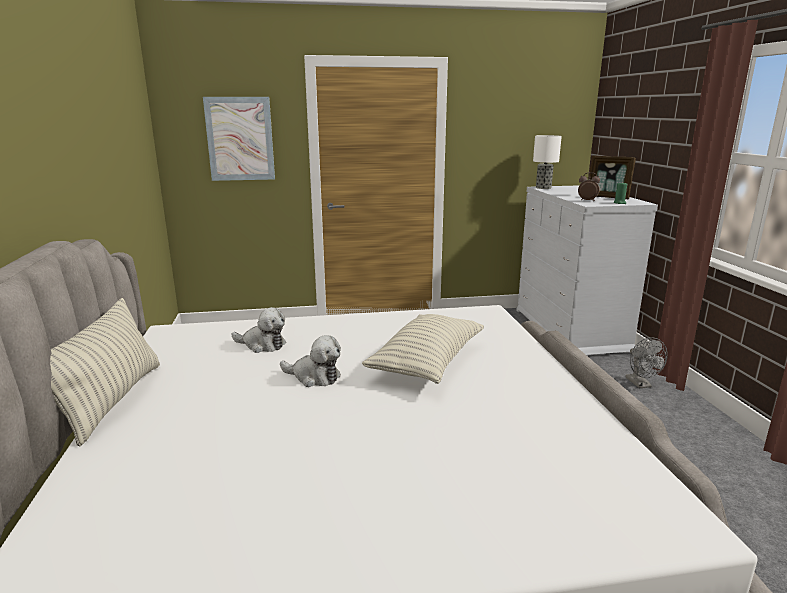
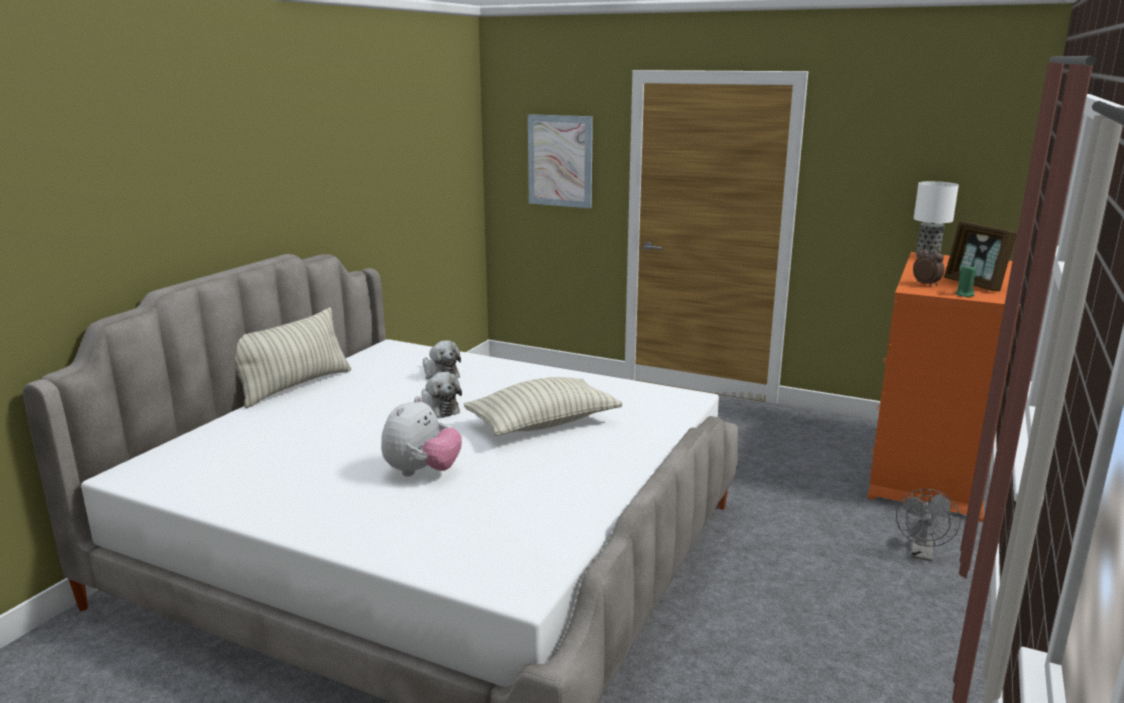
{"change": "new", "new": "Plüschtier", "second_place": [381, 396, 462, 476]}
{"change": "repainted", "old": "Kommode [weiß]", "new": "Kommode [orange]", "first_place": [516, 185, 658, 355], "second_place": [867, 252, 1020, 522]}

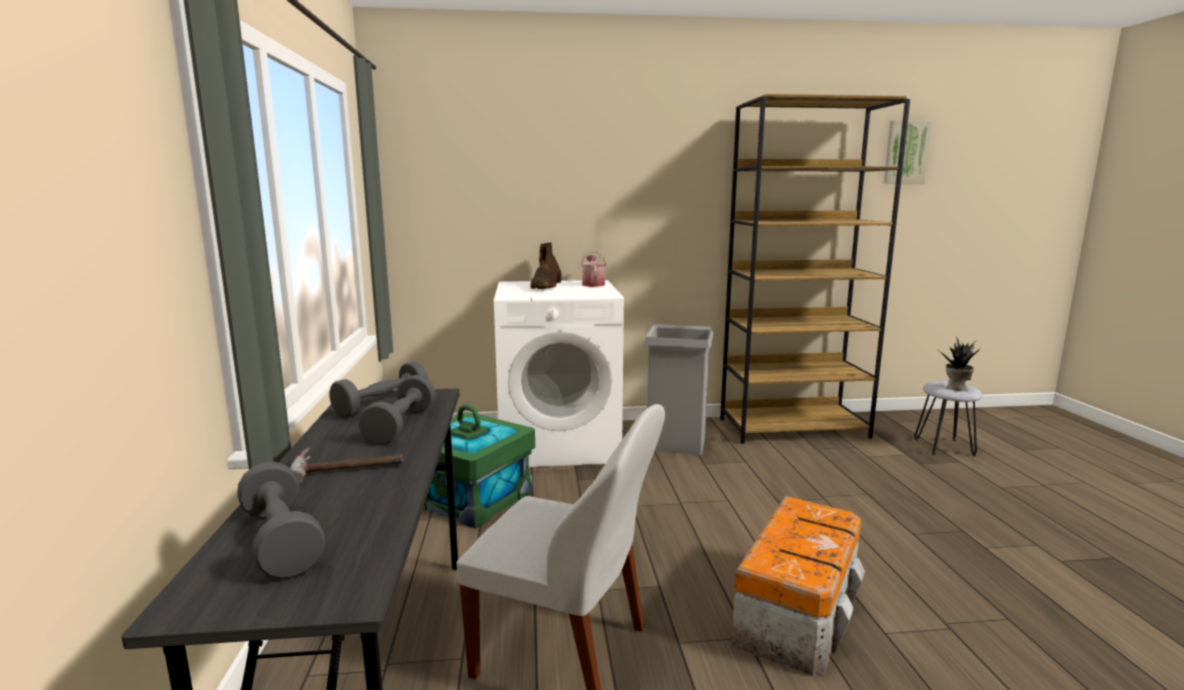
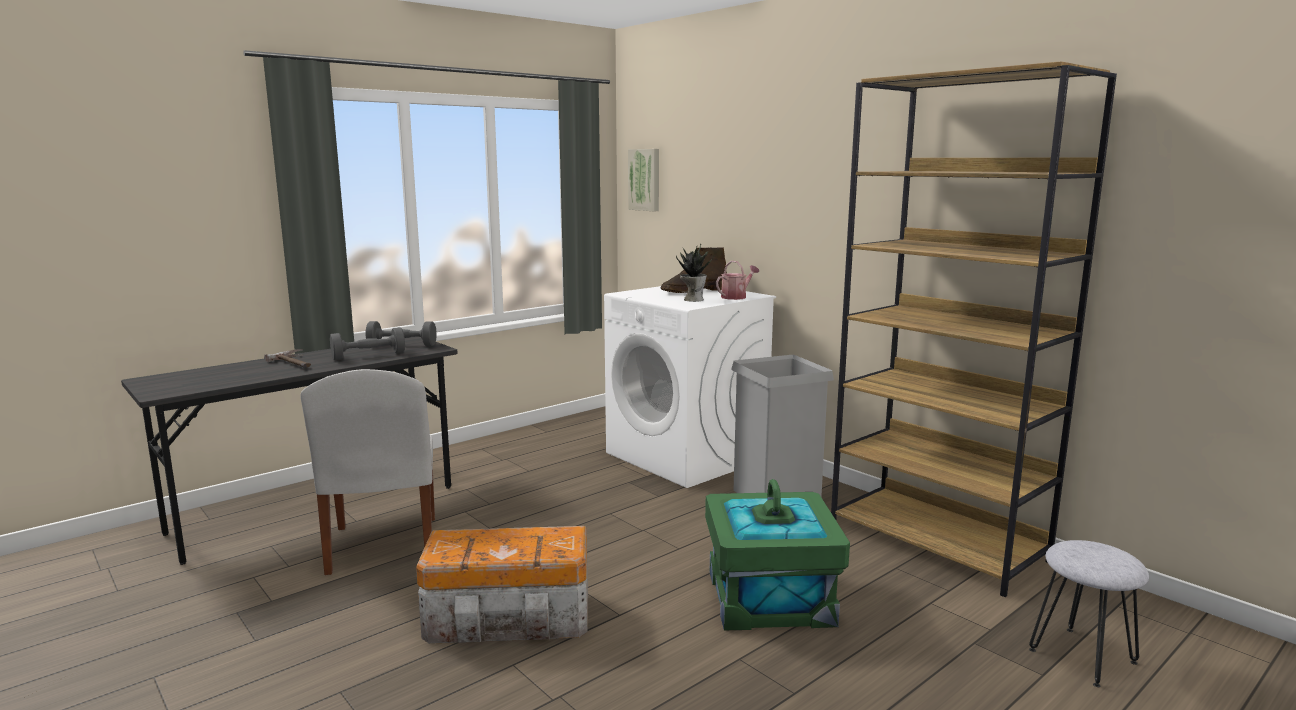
{"change": "shifted", "old": "Bild", "first_place": [884, 120, 933, 184], "second_place": [628, 149, 659, 211]}
{"change": "shifted", "old": "Topfpflanze", "first_place": [939, 337, 980, 391], "second_place": [676, 243, 714, 302]}
{"change": "shifted", "old": "Aufbewahrungsbox [grün]", "first_place": [423, 404, 535, 529], "second_place": [705, 479, 850, 630]}
{"change": "gone", "old": "Hantel [grau]", "first_place": [237, 462, 325, 579]}

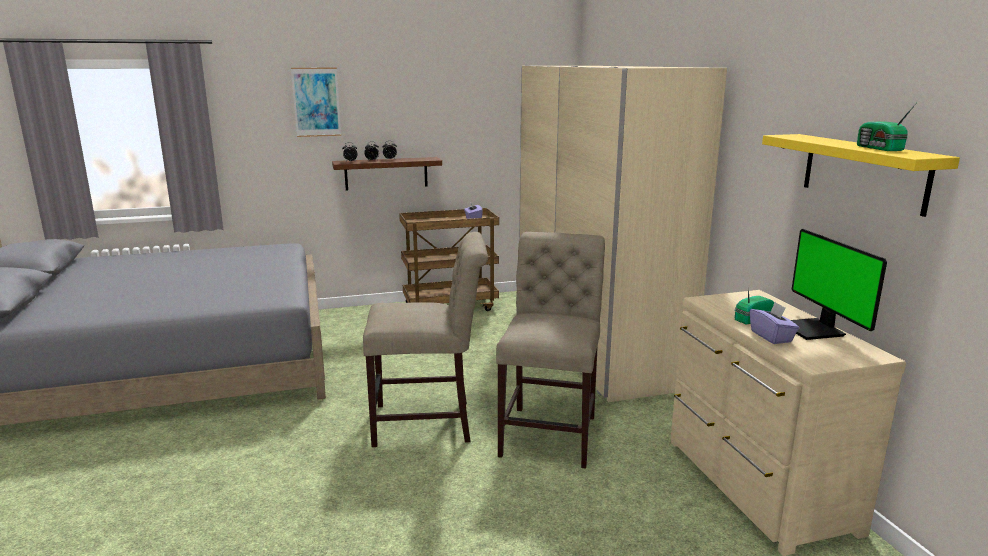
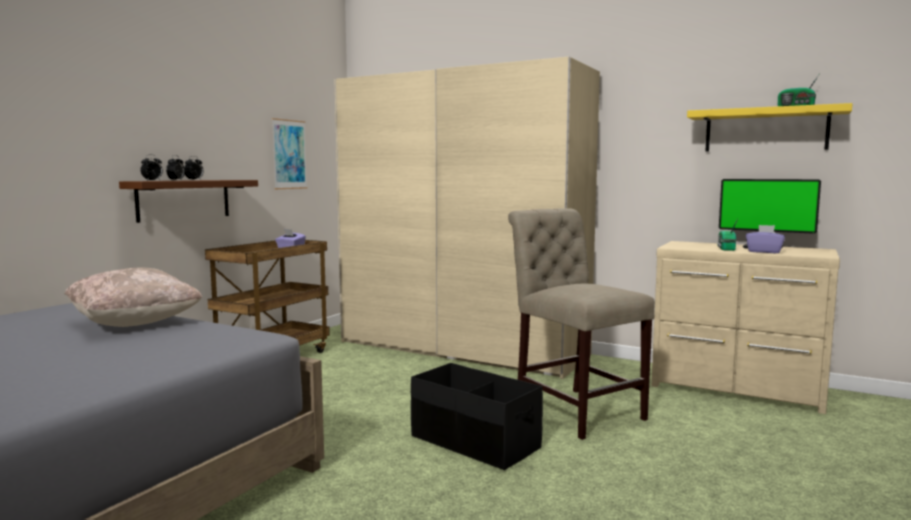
{"change": "new", "new": "Kissen [beige]", "second_place": [64, 268, 202, 327]}
{"change": "shifted", "old": "Bild", "first_place": [291, 68, 341, 137], "second_place": [272, 118, 307, 189]}
{"change": "swapped", "old": "Stuhl [beige]", "new": "Aufbewahrungsbox [schwarz]", "first_place": [363, 232, 488, 447], "second_place": [411, 363, 543, 470]}

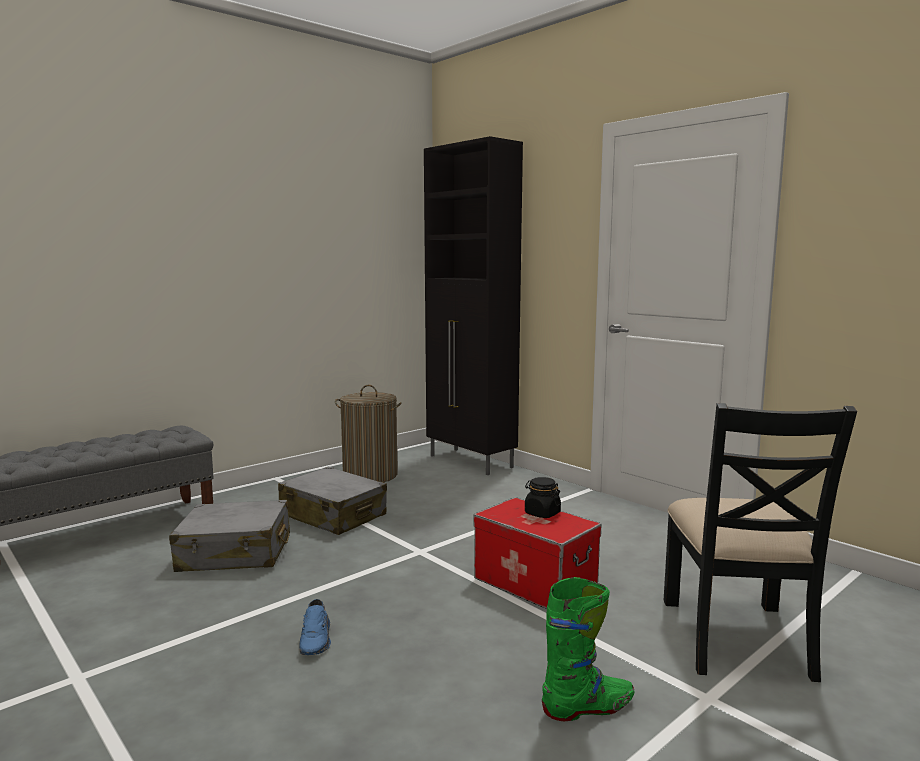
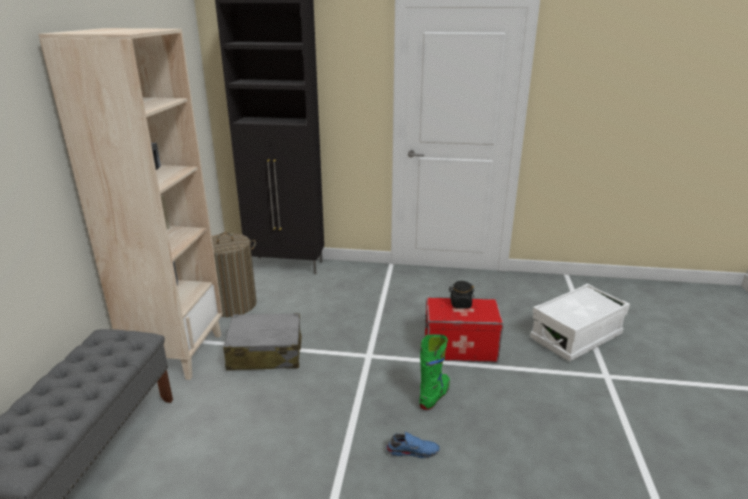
{"change": "new", "new": "Bücherregal [beige]", "second_place": [38, 28, 223, 380]}
{"change": "rotated", "old": "Schuh [blau]", "first_place": [299, 599, 331, 655], "second_place": [386, 432, 440, 458], "degrees": -45}
{"change": "shifted", "old": "Stiefel [grün]", "first_place": [542, 577, 635, 721], "second_place": [420, 334, 450, 410]}
{"change": "swapped", "old": "Stuhl [schwarz]", "new": "Aufbewahrungsbox [weiß]", "first_place": [664, 403, 857, 682], "second_place": [530, 284, 630, 361]}
{"change": "gone", "old": "Koffer [grau]", "first_place": [169, 500, 290, 572]}

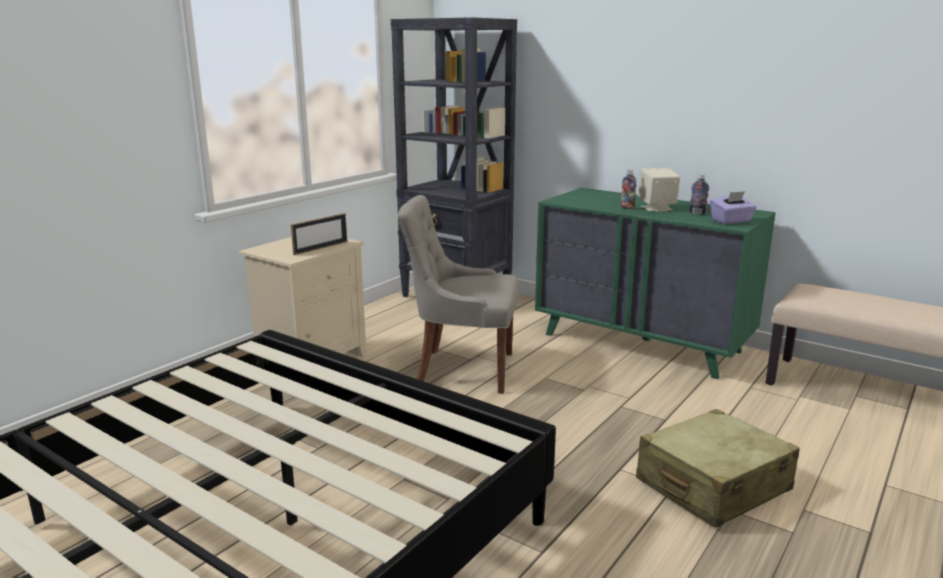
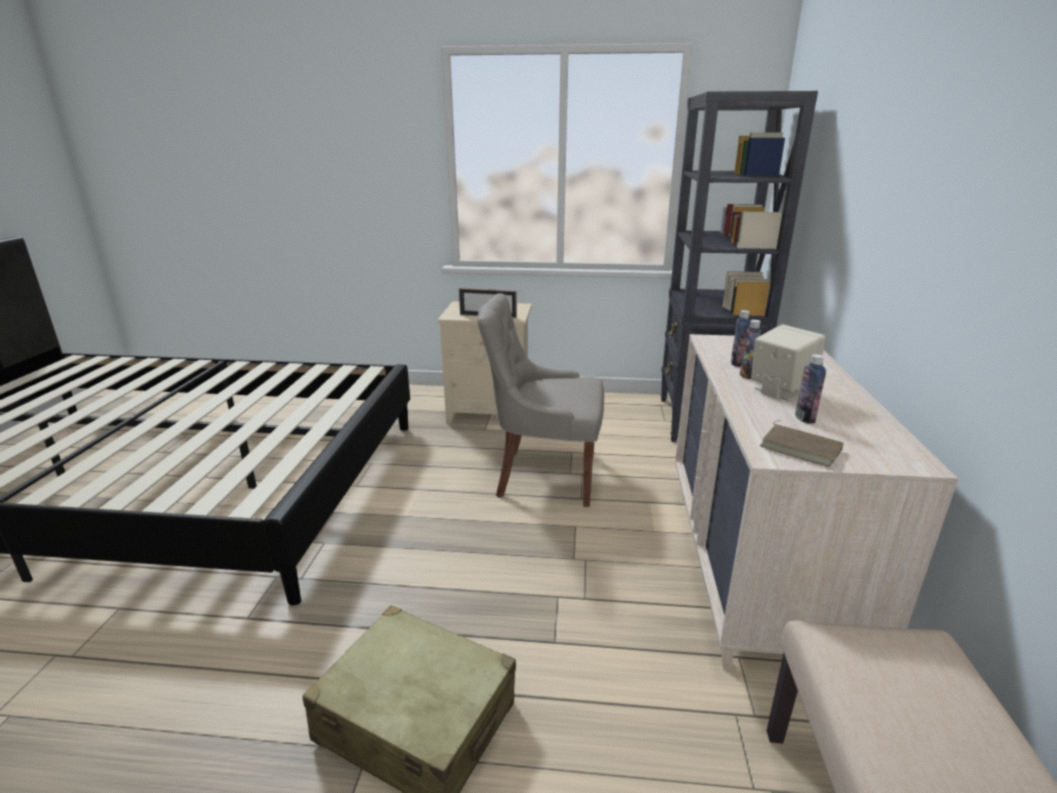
{"change": "rotated", "old": "Stuhl [grau]", "first_place": [398, 195, 519, 394], "second_place": [477, 293, 604, 507], "degrees": -60}
{"change": "repainted", "old": "Kommode [grün]", "new": "Kommode [beige]", "first_place": [535, 188, 776, 379], "second_place": [675, 334, 958, 670]}
{"change": "new", "new": "Flasche", "second_place": [731, 310, 751, 367]}
{"change": "swapped", "old": "Taschentuchbox [lila]", "new": "Buch [braun]", "first_place": [710, 191, 757, 224], "second_place": [760, 420, 844, 467]}

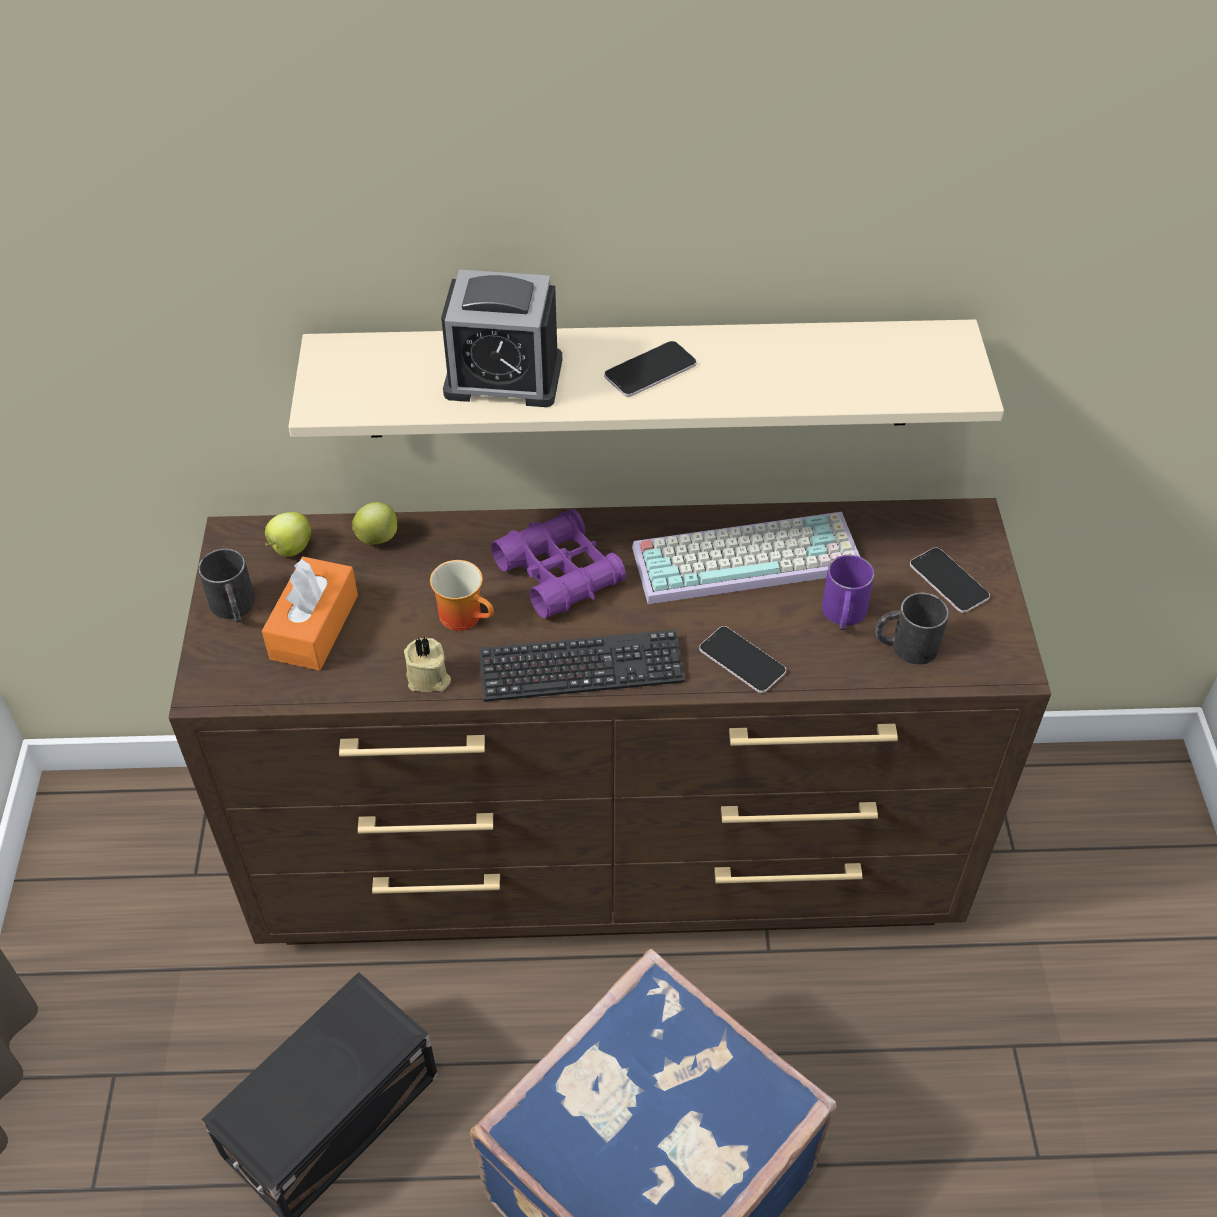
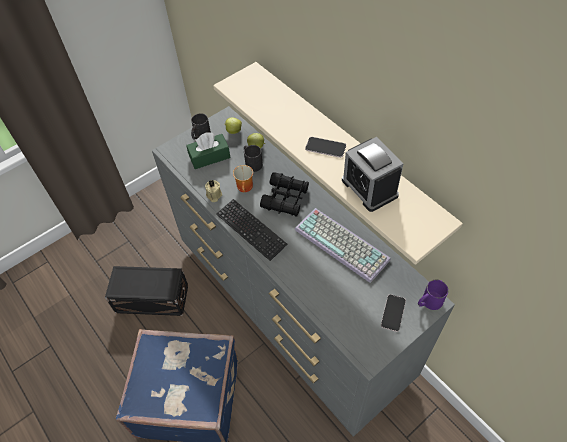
{"change": "repainted", "old": "Kommode [braun]", "new": "Kommode [grau]", "first_place": [169, 498, 1051, 945], "second_place": [152, 106, 455, 437]}
{"change": "repainted", "old": "Taschentuchbox [orange]", "new": "Taschentuchbox [grün]", "first_place": [262, 557, 358, 671], "second_place": [186, 132, 230, 169]}
{"change": "shifted", "old": "Henkelbecher [schwarz]", "first_place": [875, 592, 949, 665], "second_place": [244, 145, 263, 172]}
{"change": "repainted", "old": "Fernglas [lila]", "new": "Fernglas [schwarz]", "first_place": [491, 508, 626, 618], "second_place": [260, 172, 309, 217]}
{"change": "shifted", "old": "Wecker", "first_place": [441, 270, 562, 407], "second_place": [342, 137, 404, 212]}
{"change": "shifted", "old": "Henkelbecher [lila]", "first_place": [822, 555, 875, 630], "second_place": [418, 280, 448, 310]}
{"change": "gone", "old": "Handy", "first_place": [699, 626, 786, 693]}

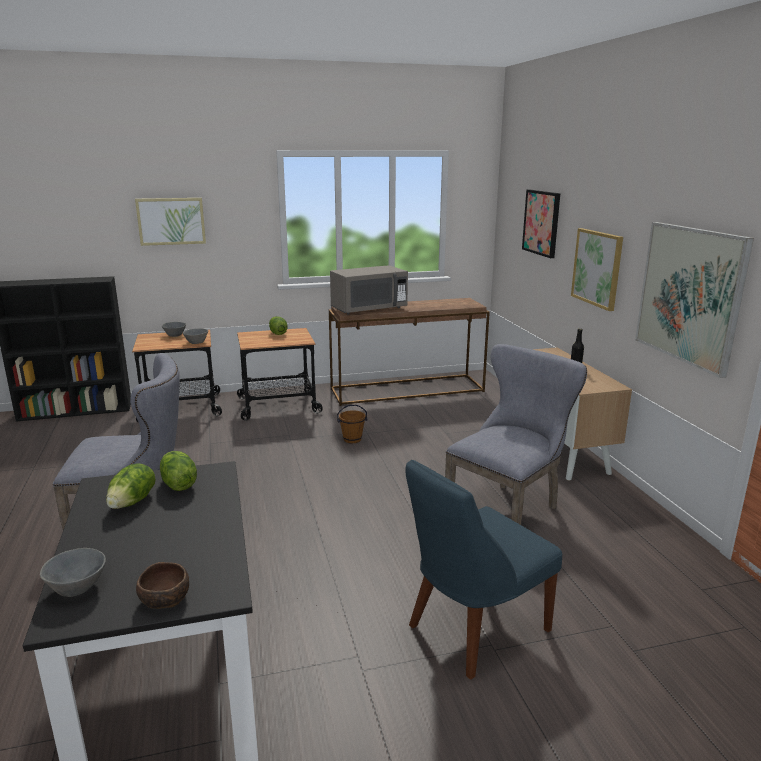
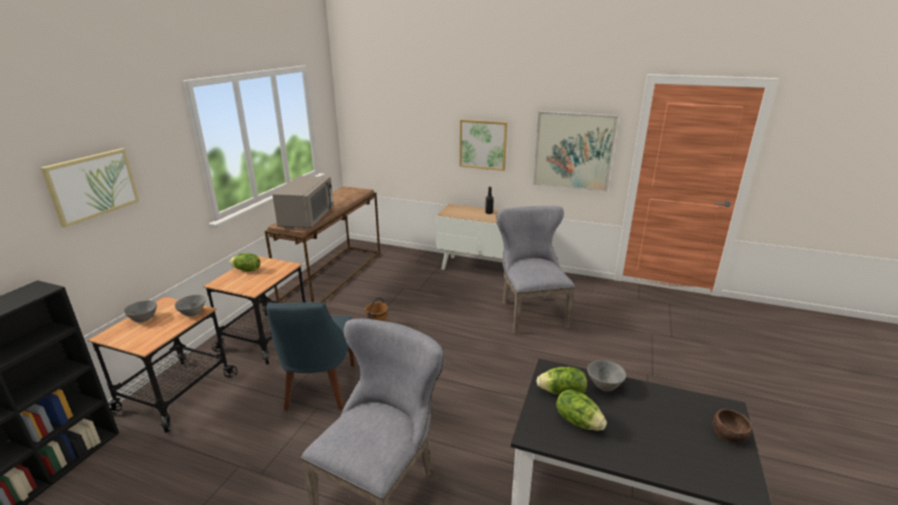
{"change": "shifted", "old": "Stuhl [blau]", "first_place": [405, 460, 562, 680], "second_place": [266, 302, 355, 411]}
{"change": "shifted", "old": "Schüssel [grau]", "first_place": [40, 548, 106, 597], "second_place": [587, 360, 626, 391]}
{"change": "gone", "old": "Bild", "first_place": [522, 190, 560, 258]}

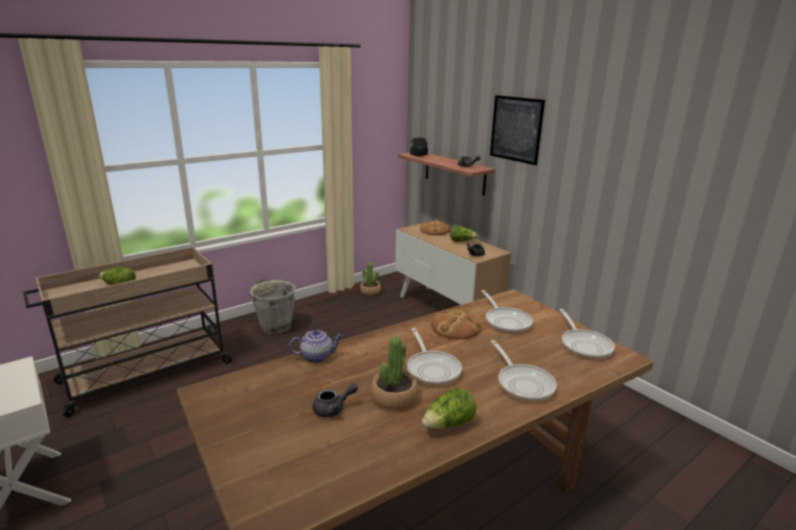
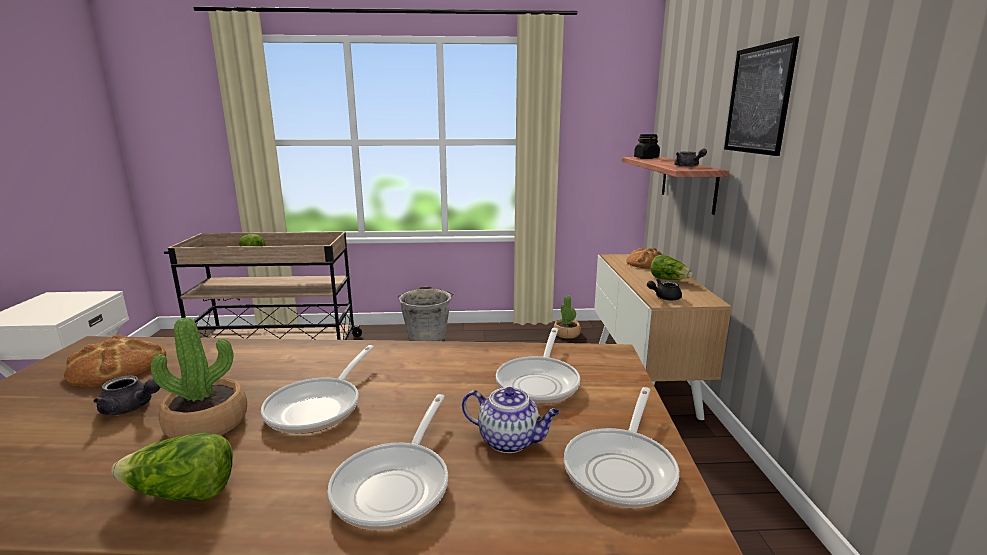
{"change": "shifted", "old": "Brot", "first_place": [431, 308, 481, 339], "second_place": [64, 334, 166, 387]}
{"change": "shifted", "old": "Teekanne", "first_place": [289, 330, 342, 363], "second_place": [462, 387, 560, 453]}

